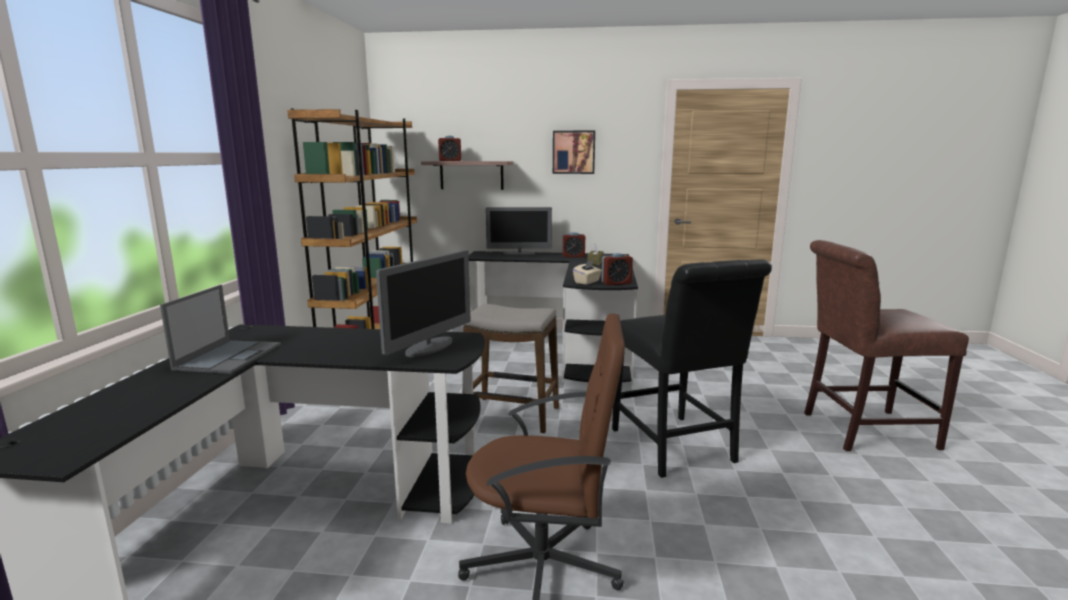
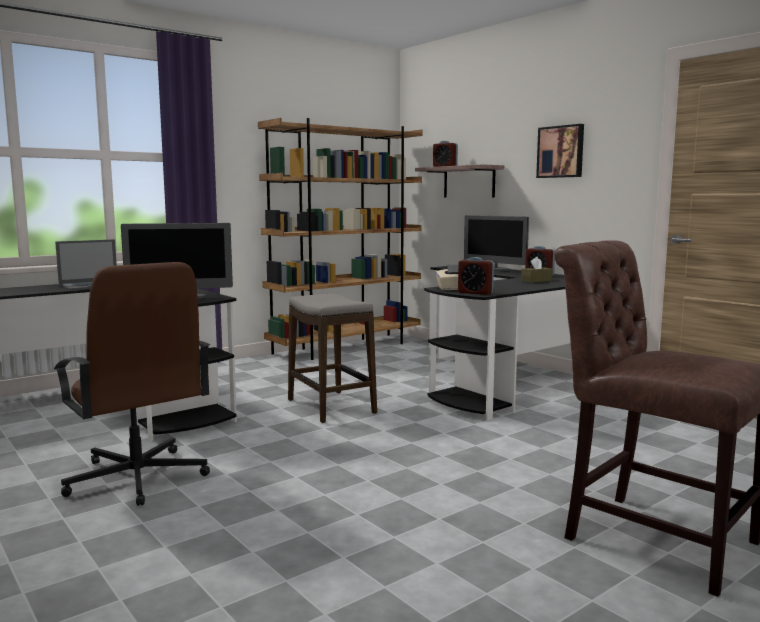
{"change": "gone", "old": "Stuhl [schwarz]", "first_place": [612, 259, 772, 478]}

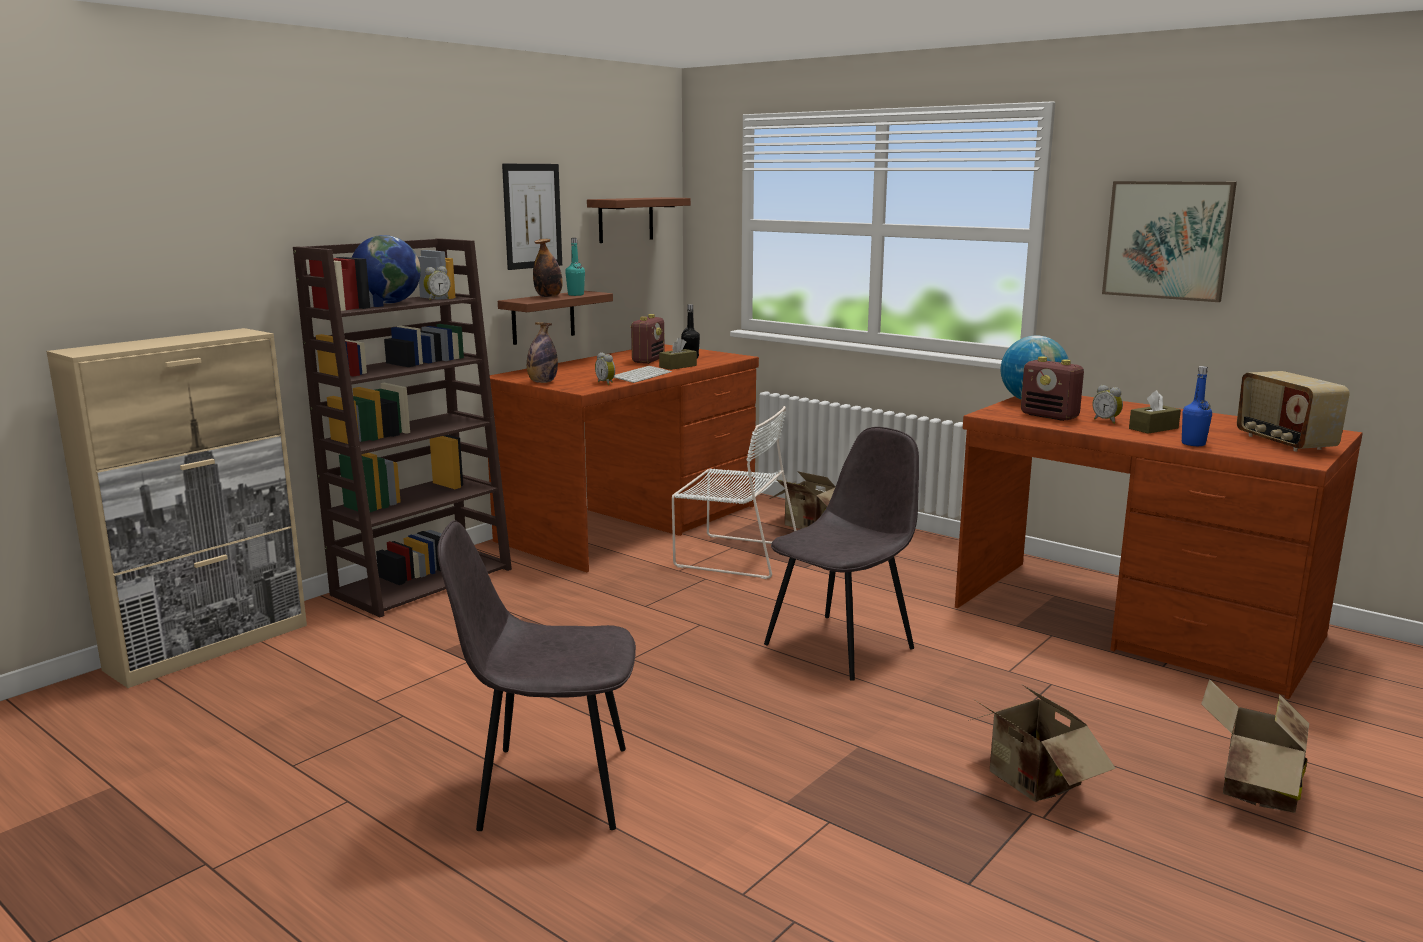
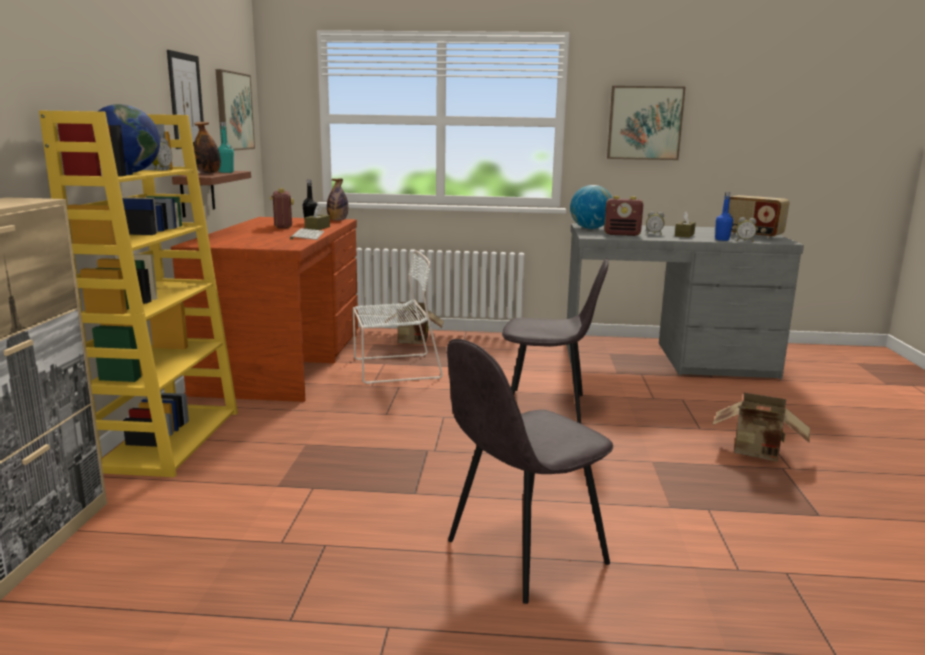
{"change": "repainted", "old": "Bücherregal [braun]", "new": "Bücherregal [gelb]", "first_place": [293, 238, 512, 617], "second_place": [39, 111, 238, 477]}
{"change": "swapped", "old": "Wandregal", "new": "Bild", "first_place": [587, 197, 691, 243], "second_place": [216, 69, 255, 151]}
{"change": "shifted", "old": "Flasche", "first_place": [527, 322, 558, 383], "second_place": [327, 179, 348, 221]}
{"change": "rotated", "old": "Stuhl [grau]", "first_place": [764, 427, 919, 681], "second_place": [502, 258, 608, 424], "degrees": 90}
{"change": "repainted", "old": "Schreibtisch [braun]", "new": "Schreibtisch [grau]", "first_place": [955, 396, 1363, 699], "second_place": [567, 223, 804, 379]}
{"change": "shifted", "old": "Wecker", "first_place": [595, 352, 615, 385], "second_place": [736, 217, 757, 242]}
{"change": "gone", "old": "Karton", "first_place": [1201, 679, 1309, 813]}

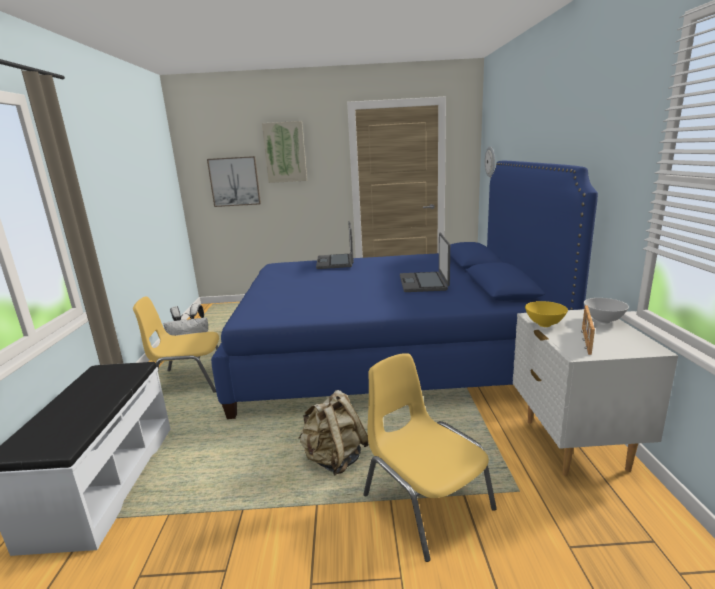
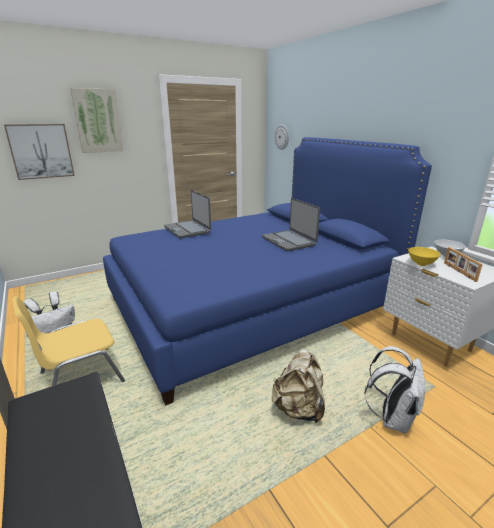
{"change": "swapped", "old": "Stuhl [gelb]", "new": "Rucksack [weiß]", "first_place": [363, 353, 497, 562], "second_place": [364, 346, 425, 434]}

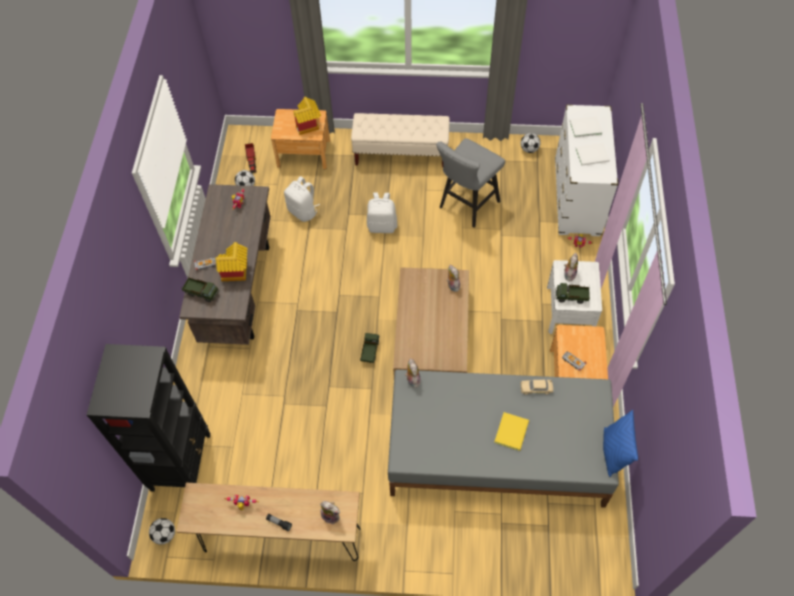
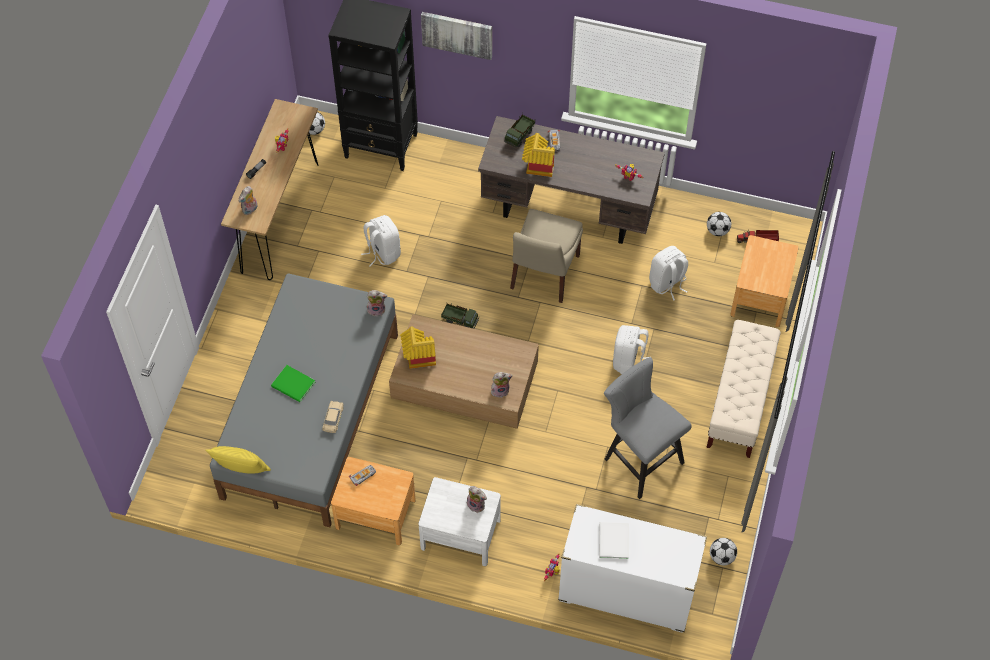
{"change": "repainted", "old": "Kissen [blau]", "new": "Kissen [gelb]", "first_place": [603, 410, 638, 477], "second_place": [205, 446, 271, 474]}
{"change": "repainted", "old": "Buch [gelb]", "new": "Buch [grün]", "first_place": [494, 412, 529, 451], "second_place": [271, 365, 315, 402]}
{"change": "new", "new": "Rucksack [weiß]", "second_place": [361, 215, 401, 266]}
{"change": "shifted", "old": "Spielzeughaus", "first_place": [293, 97, 321, 135], "second_place": [400, 327, 436, 369]}
{"change": "new", "new": "Bild", "second_place": [421, 12, 492, 60]}
{"change": "new", "new": "Stuhl [beige]", "second_place": [510, 209, 583, 303]}
{"change": "gone", "old": "Spielzeuglaster", "first_place": [555, 283, 590, 304]}
{"change": "gone", "old": "Buch [weiß]", "first_place": [569, 116, 603, 138]}

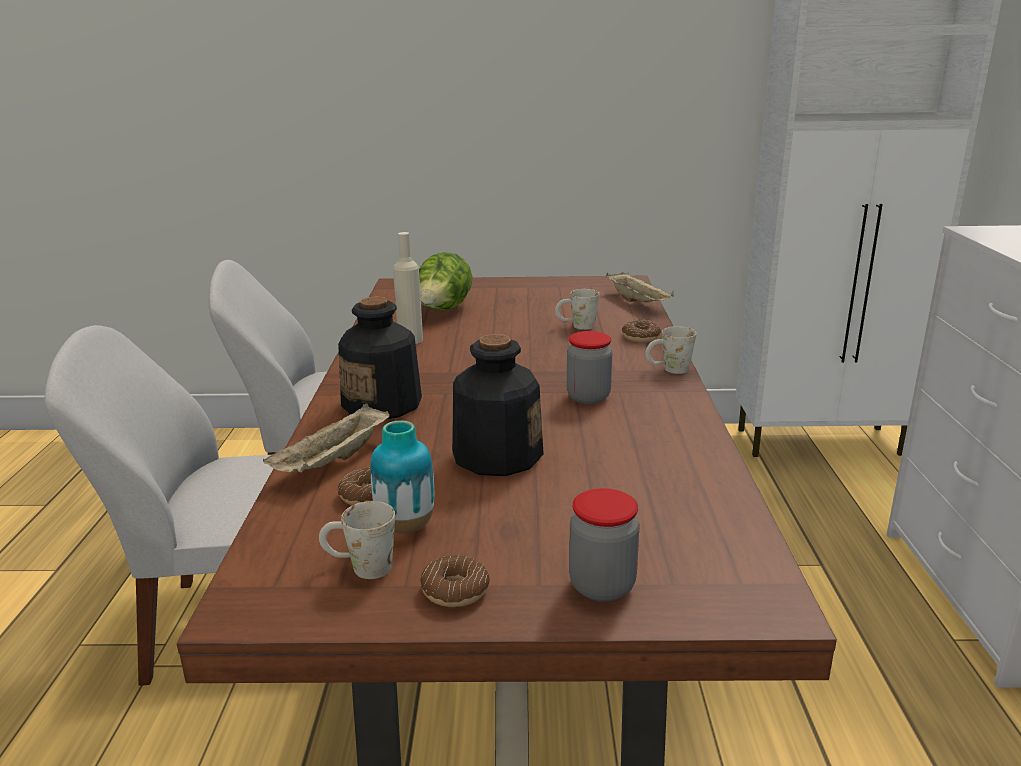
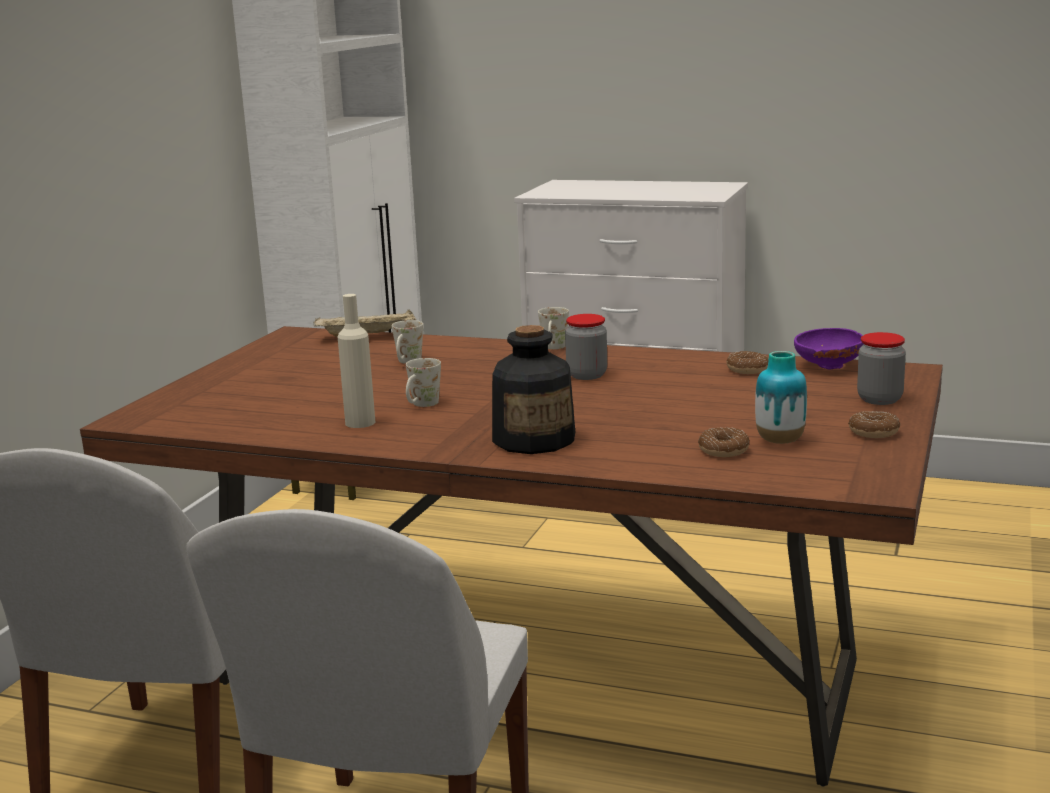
{"change": "shifted", "old": "Henkelbecher [weiß]", "first_place": [319, 501, 395, 579], "second_place": [406, 358, 441, 407]}
{"change": "shifted", "old": "Donut", "first_place": [622, 320, 661, 342], "second_place": [726, 351, 769, 374]}
{"change": "new", "new": "Schüssel [lila]", "second_place": [794, 328, 864, 370]}
{"change": "gone", "old": "Tablett [beige]", "first_place": [263, 404, 390, 472]}
{"change": "gone", "old": "Salatkopf", "first_place": [419, 252, 473, 310]}
{"change": "gone", "old": "Flasche", "first_place": [452, 334, 544, 476]}

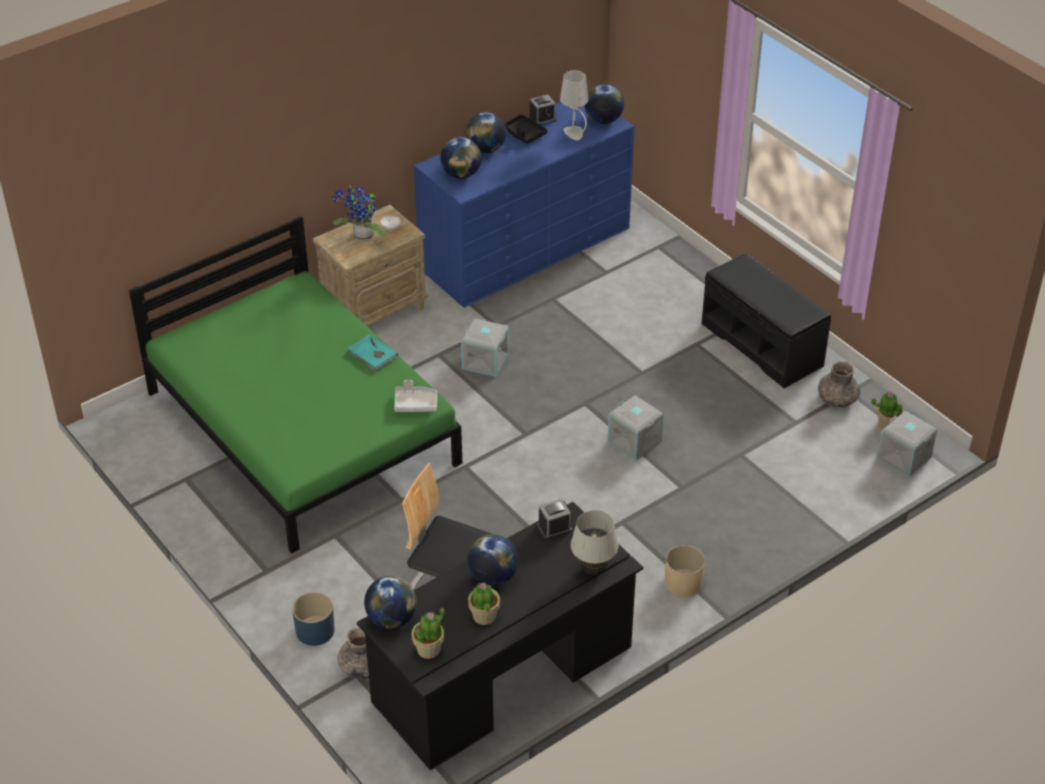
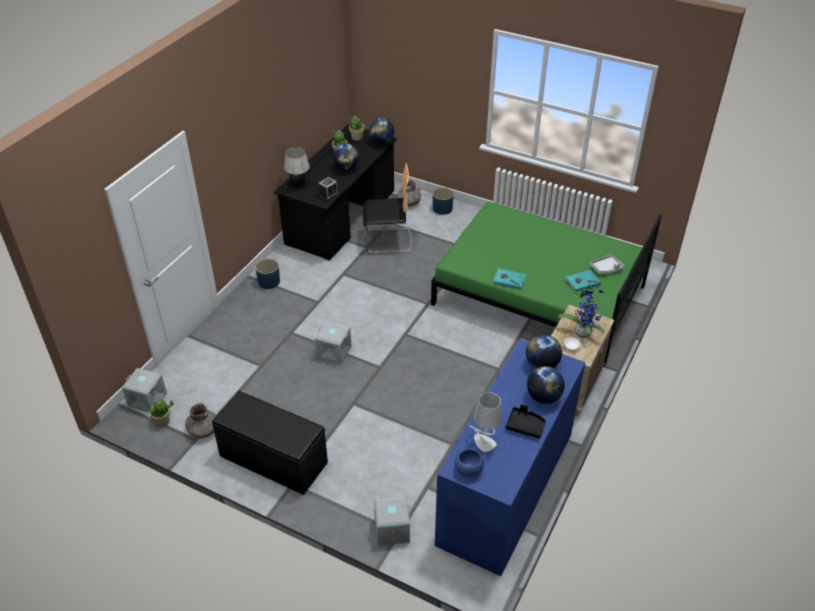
{"change": "repainted", "old": "Pflanzkübel [beige]", "new": "Pflanzkübel [blau]", "first_place": [665, 545, 705, 597], "second_place": [255, 259, 280, 289]}
{"change": "shifted", "old": "Aufbewahrungsbox [grau]", "first_place": [461, 318, 509, 377], "second_place": [373, 497, 411, 546]}
{"change": "swapped", "old": "Globus", "new": "Schüssel [blau]", "first_place": [585, 84, 624, 124], "second_place": [455, 449, 484, 477]}
{"change": "new", "new": "Buch [türkis]", "second_place": [564, 270, 601, 292]}
{"change": "shifted", "old": "Tablett [grau]", "first_place": [394, 380, 437, 412], "second_place": [590, 254, 625, 274]}
{"change": "gone", "old": "Wecker", "first_place": [529, 94, 557, 125]}

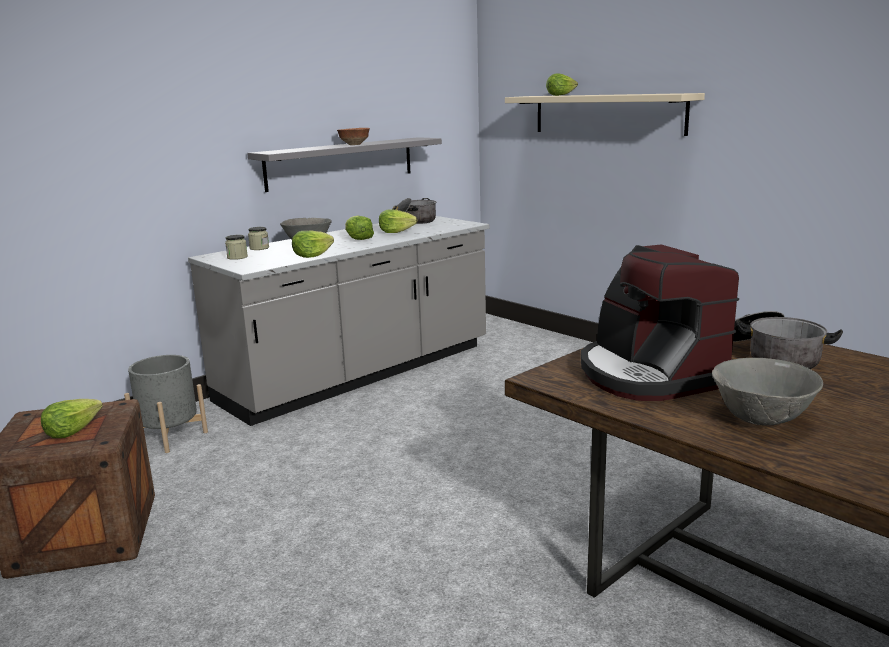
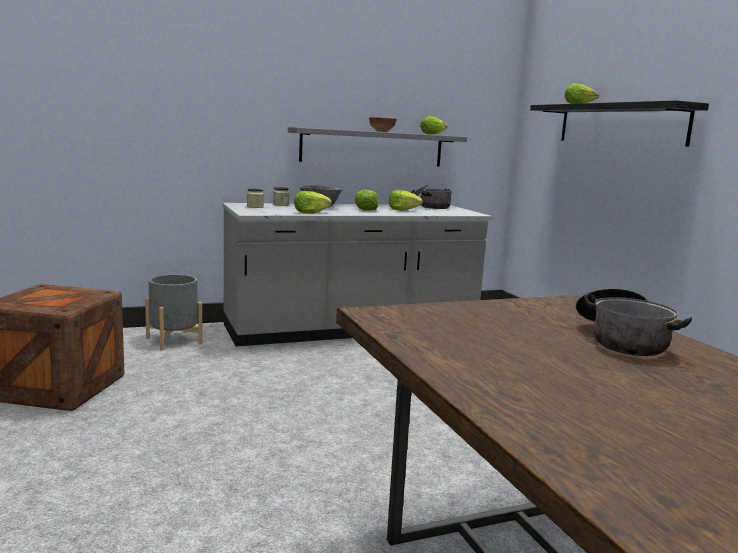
{"change": "shifted", "old": "Salatkopf", "first_place": [41, 399, 103, 438], "second_place": [420, 116, 447, 135]}
{"change": "repainted", "old": "Wandregal [beige]", "new": "Wandregal [schwarz]", "first_place": [505, 93, 705, 136], "second_place": [530, 100, 709, 147]}
{"change": "gone", "old": "Kaffeemaschine", "first_place": [581, 244, 739, 401]}
{"change": "gone", "old": "Schüssel [grau]", "first_place": [712, 358, 823, 426]}

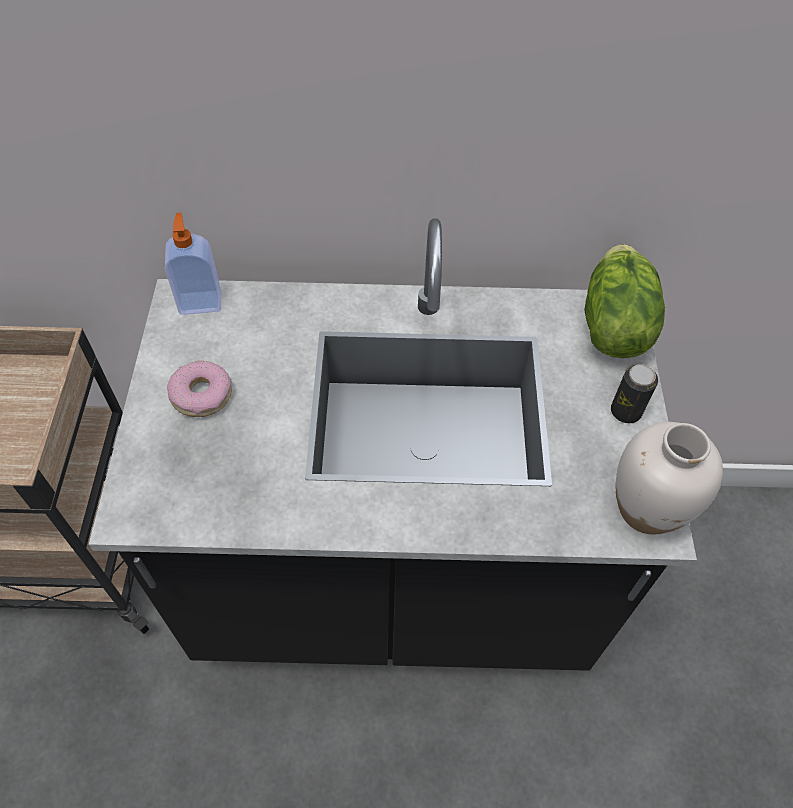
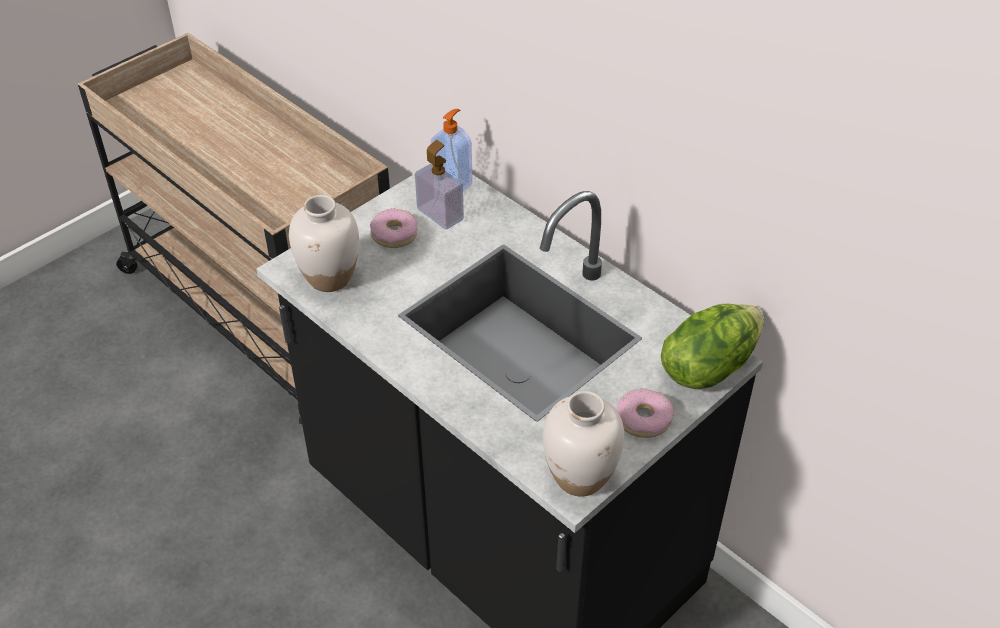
{"change": "new", "new": "Vase [weiß]", "second_place": [289, 195, 359, 292]}
{"change": "new", "new": "Seifenspender", "second_place": [415, 140, 464, 229]}
{"change": "swapped", "old": "Dose", "new": "Donut", "first_place": [611, 364, 658, 423], "second_place": [616, 388, 674, 438]}

